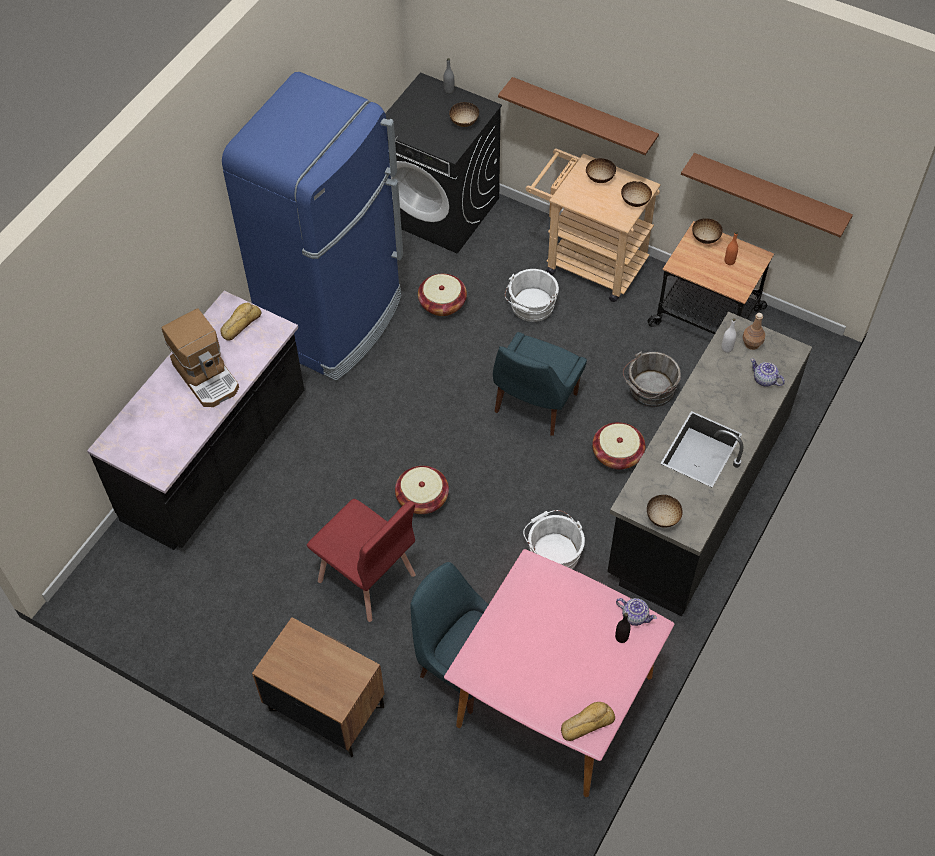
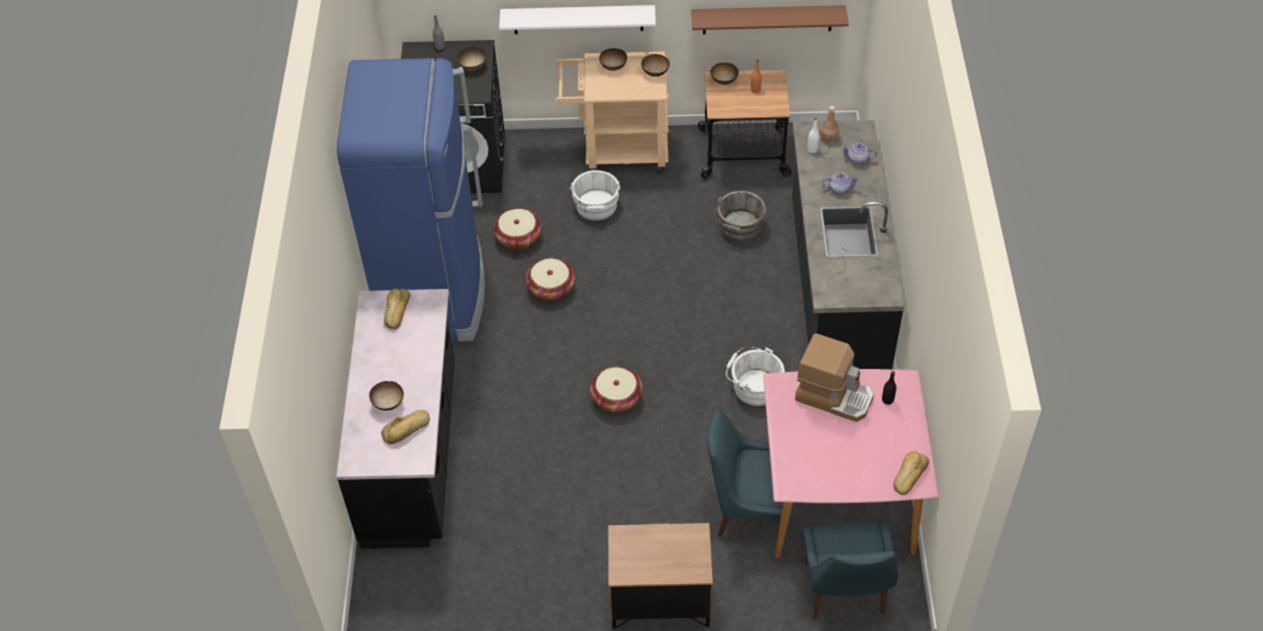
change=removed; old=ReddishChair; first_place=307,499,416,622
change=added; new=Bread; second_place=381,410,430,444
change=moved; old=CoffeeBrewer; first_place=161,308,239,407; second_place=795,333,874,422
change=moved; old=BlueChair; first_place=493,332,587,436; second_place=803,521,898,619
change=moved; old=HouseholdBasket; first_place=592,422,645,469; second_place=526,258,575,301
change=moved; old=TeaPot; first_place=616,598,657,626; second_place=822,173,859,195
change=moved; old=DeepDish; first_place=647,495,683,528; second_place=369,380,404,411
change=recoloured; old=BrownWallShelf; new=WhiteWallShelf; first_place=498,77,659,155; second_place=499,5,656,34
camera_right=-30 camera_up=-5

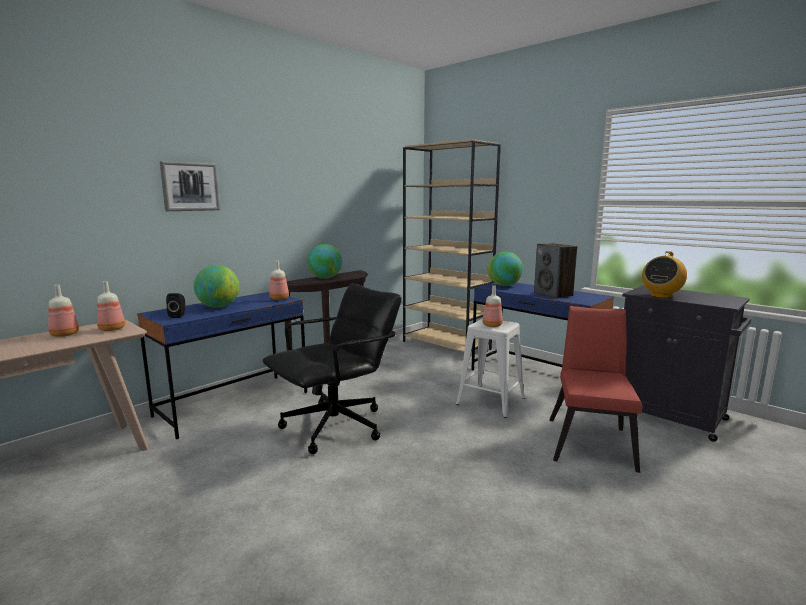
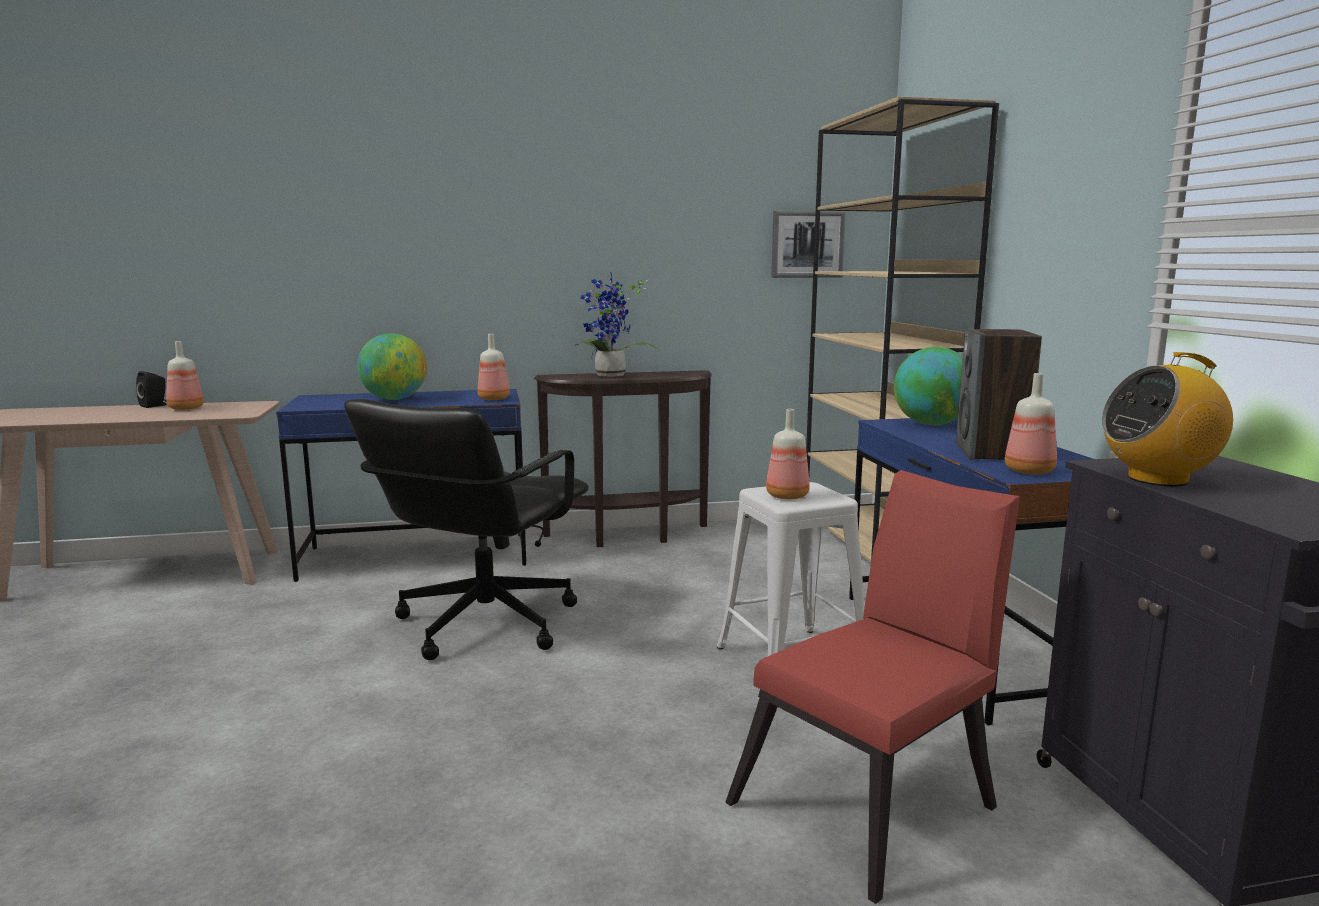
change=moved; old=DrinkBottle; first_place=97,281,125,331; second_place=1005,373,1057,475
change=moved; old=WallArt; first_place=160,161,220,211; second_place=771,211,846,278
change=moved; old=BlackishAudioSpeaker; first_place=166,293,185,318; second_place=136,371,167,408
change=replaced; old=DeskGlobe; new=PottedPlant; first_place=307,244,342,279; second_place=574,273,660,377
change=turned; old=BlackishComputerChair; first_place=262,283,402,454; second_place=344,399,589,660; degrees=120
camera_right=35 camera_up=0

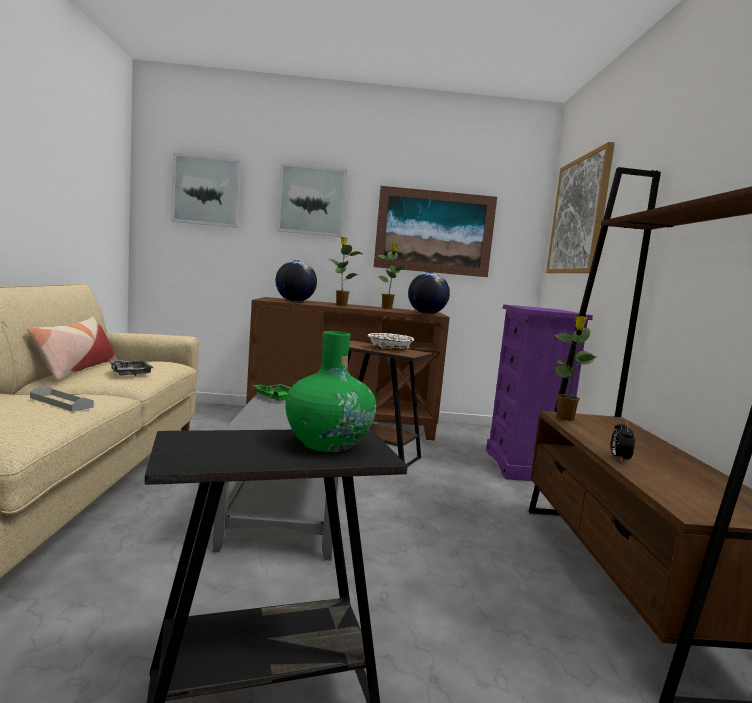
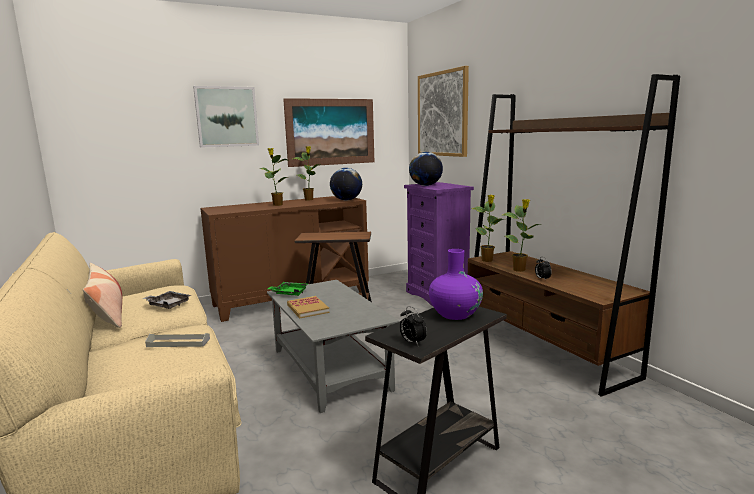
change=removed; old=WallArt; first_place=171,153,241,228
change=removed; old=WhiteDeepDish; first_place=367,333,415,351
change=added; new=Book; second_place=287,296,329,318
change=added; new=BedsideClock; second_place=400,306,427,345
change=added; new=PottedPlant; second_place=502,199,540,272
change=moved; old=DeskGlobe; first_place=275,260,317,302; second_place=409,152,443,186
change=recoloured; old=GreenVase; new=PurplishVase; first_place=285,331,376,452; second_place=429,249,483,320
camera_right=-25 camera_up=5

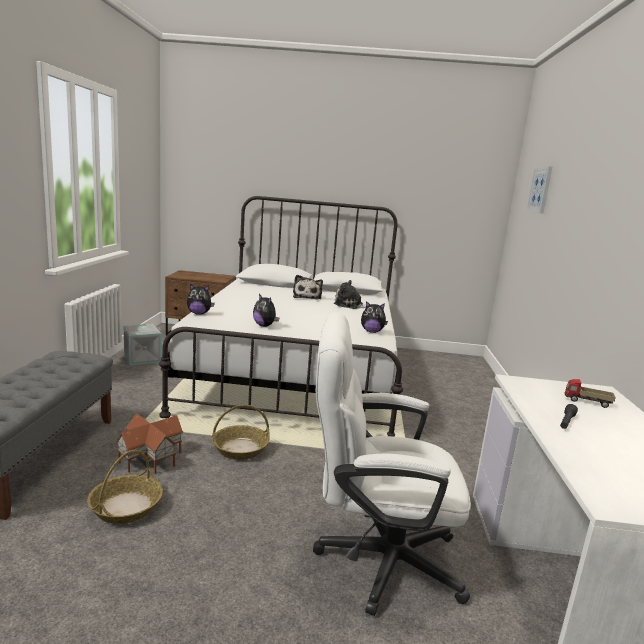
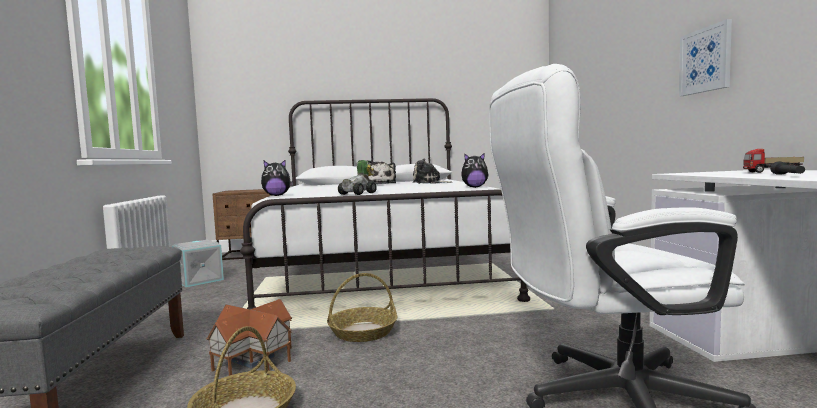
change=moved; old=WallArt; first_place=526,167,552,213; second_place=679,19,732,96
change=replaced; old=CuddlyToy; new=ModelCar; first_place=253,294,279,327; second_place=338,160,377,195
camera_right=-10 camera_up=-10

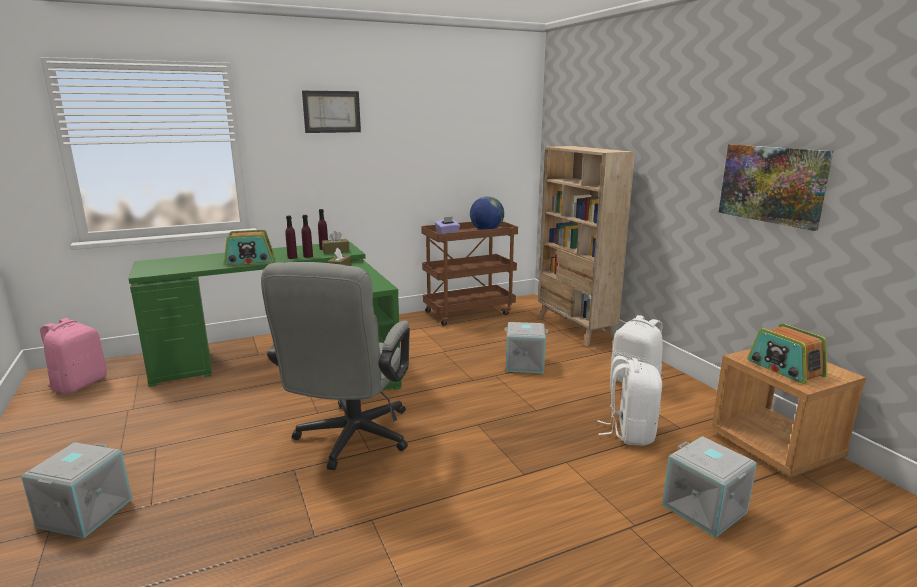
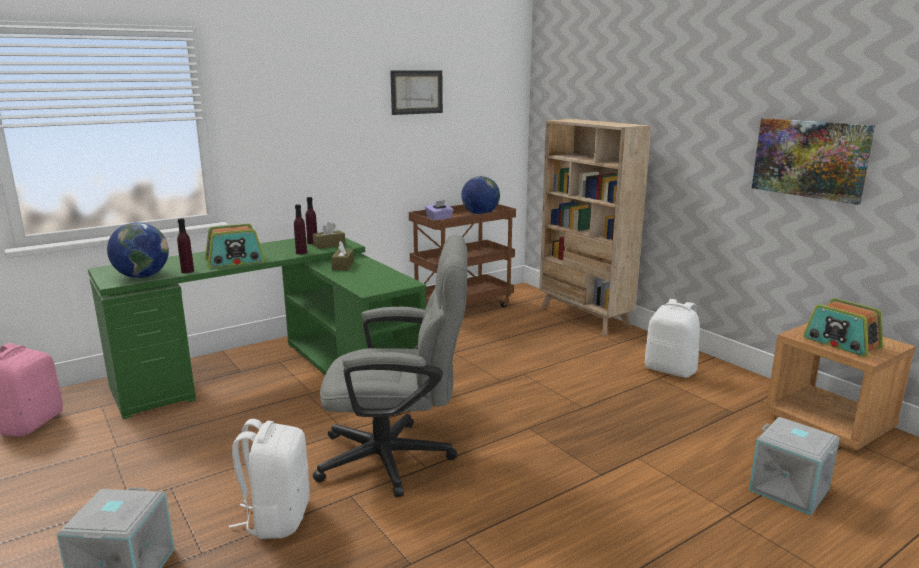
change=removed; old=GrayStorageBox; first_place=505,322,548,373
change=added; new=DeskGlobe; second_place=107,222,169,278
change=moved; old=PurplishDrinkBottle; first_place=285,216,297,259; second_place=177,218,194,273
change=moved; old=WallArt; first_place=302,91,361,133; second_place=390,70,443,115
change=moved; old=WhiteBackpack; first_place=597,356,662,446; second_place=229,419,310,539
change=turned; old=GrayComputerChair; first_place=261,262,410,470; second_place=313,235,468,498; degrees=-90
camera_right=-10 camera_up=0

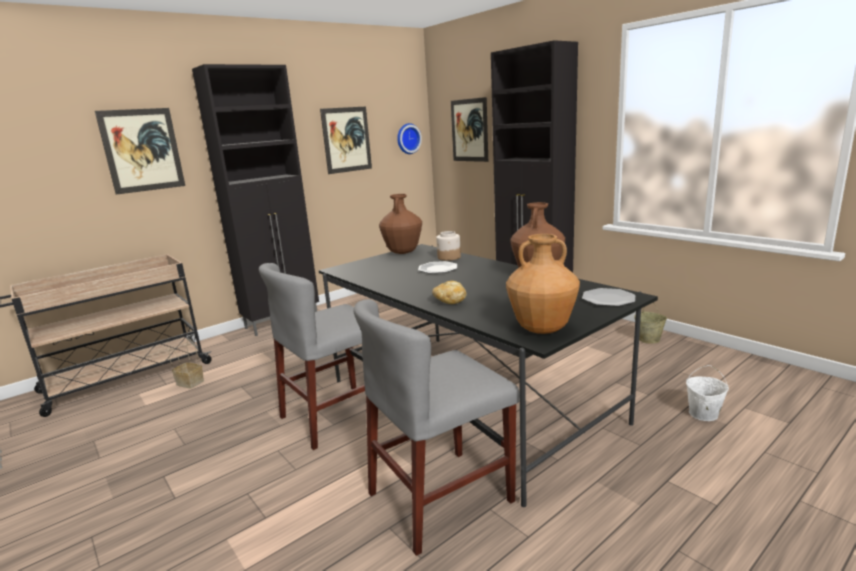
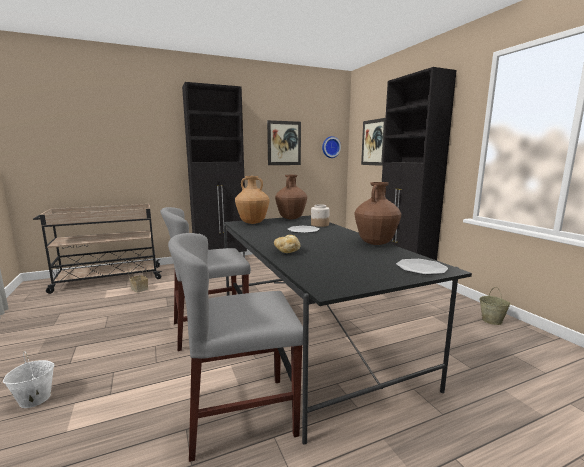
change=removed; old=WallArt; first_place=95,108,185,195
change=moved; old=BrownVase; first_place=506,234,580,334; second_place=235,176,270,224
change=moved; old=WhiteBucket; first_place=686,365,729,421; second_place=3,351,54,408
camera_right=15 camera_up=-5

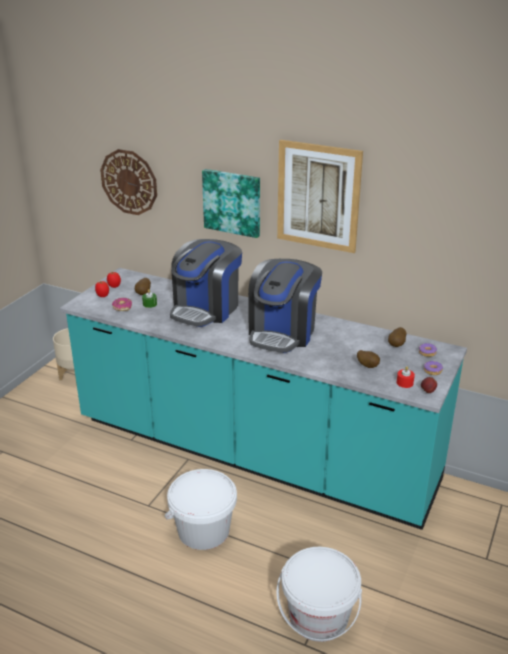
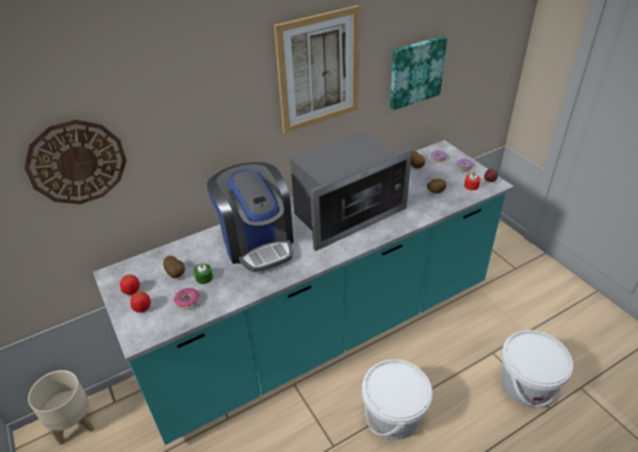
change=moved; old=WallArt; first_place=202,169,260,238; second_place=390,36,447,110
change=replaced; old=CoffeeBrewer; new=MicrowaveOven; first_place=248,259,322,353; second_place=290,131,412,251
camera_right=-55 camera_up=10

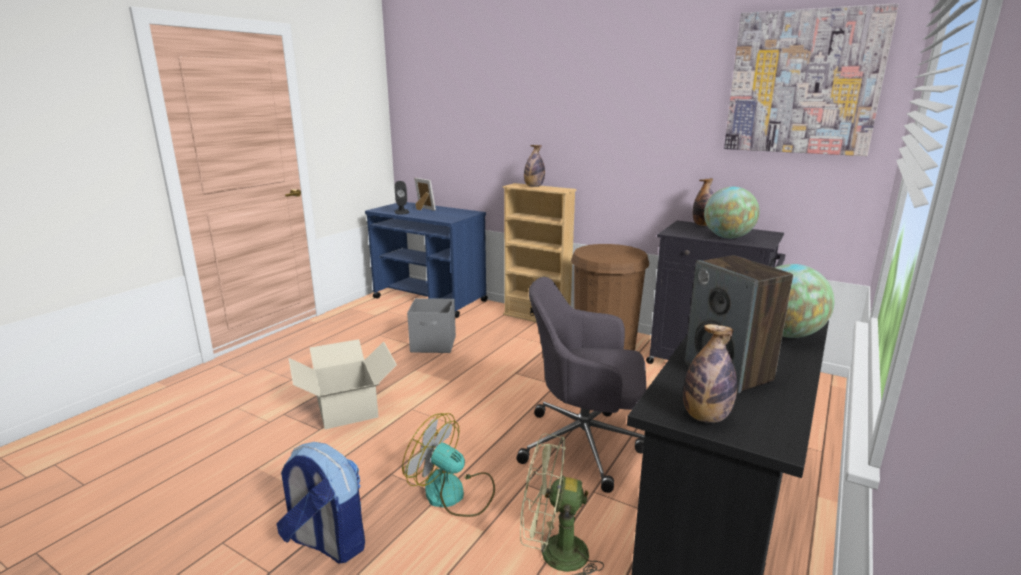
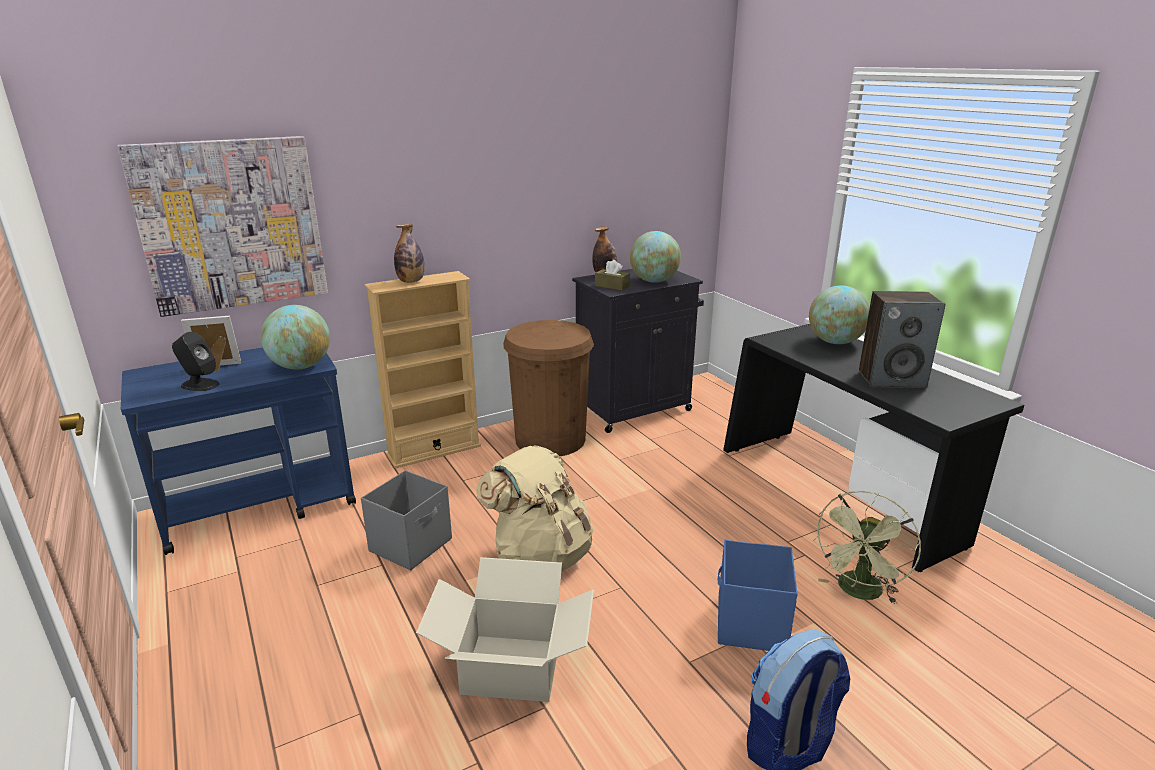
change=removed; old=GrayComputerChair; first_place=517,277,646,493
change=removed; old=DrinkBottle; first_place=683,324,737,423
change=added; new=DeskGlobe; second_place=261,305,330,369
change=added; new=BeigeColouredBackpack; second_place=476,446,594,572
change=added; new=BrownTissueBox; second_place=595,260,630,290
change=moved; old=WallArt; first_place=724,3,899,156; second_place=117,136,328,317
change=replaced; old=Fan; new=BlueStorageBox; first_place=402,413,495,517; second_place=718,540,798,651
camera_right=-60 camera_up=5

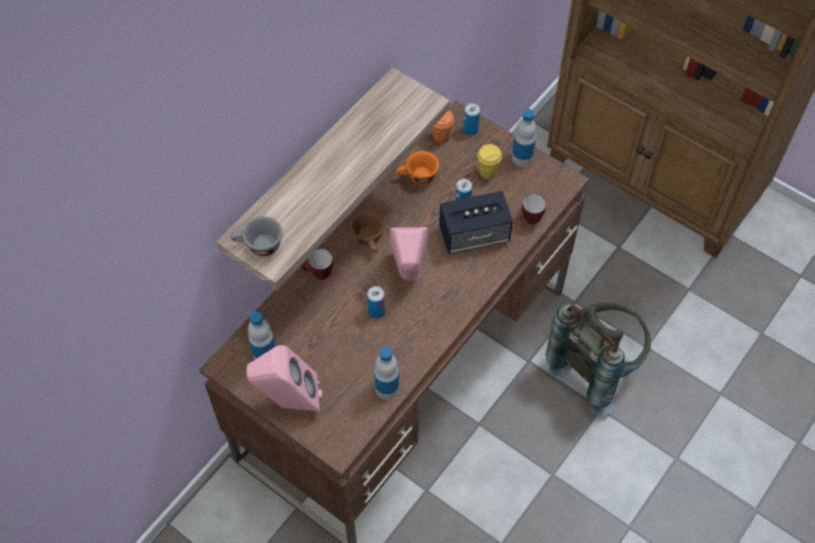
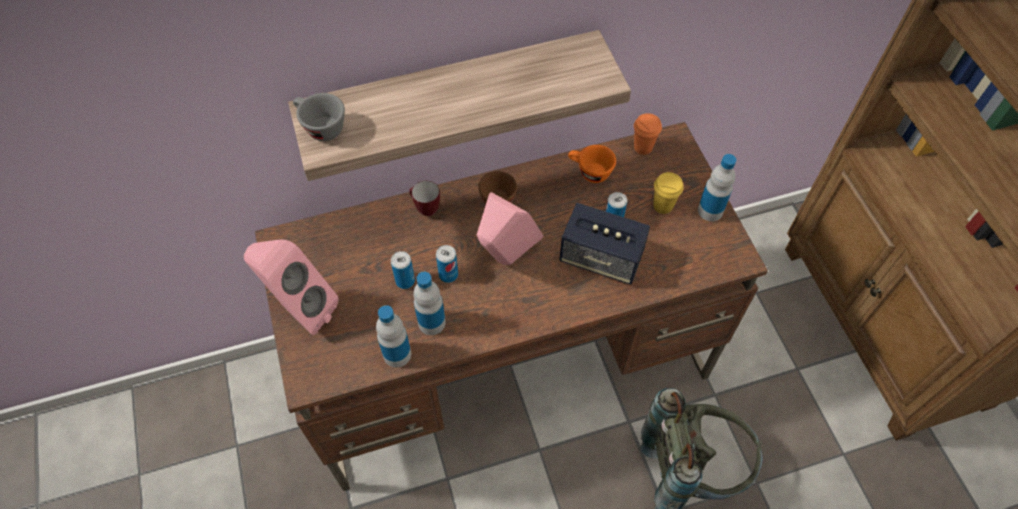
change=removed; old=Mug; first_place=522,194,546,225
change=moved; old=DrinkBottle; first_place=248,311,275,360; second_place=413,272,446,335
change=moved; old=SealedCan; first_place=463,103,480,136; second_place=391,251,415,289
camera_right=35 camera_up=0

